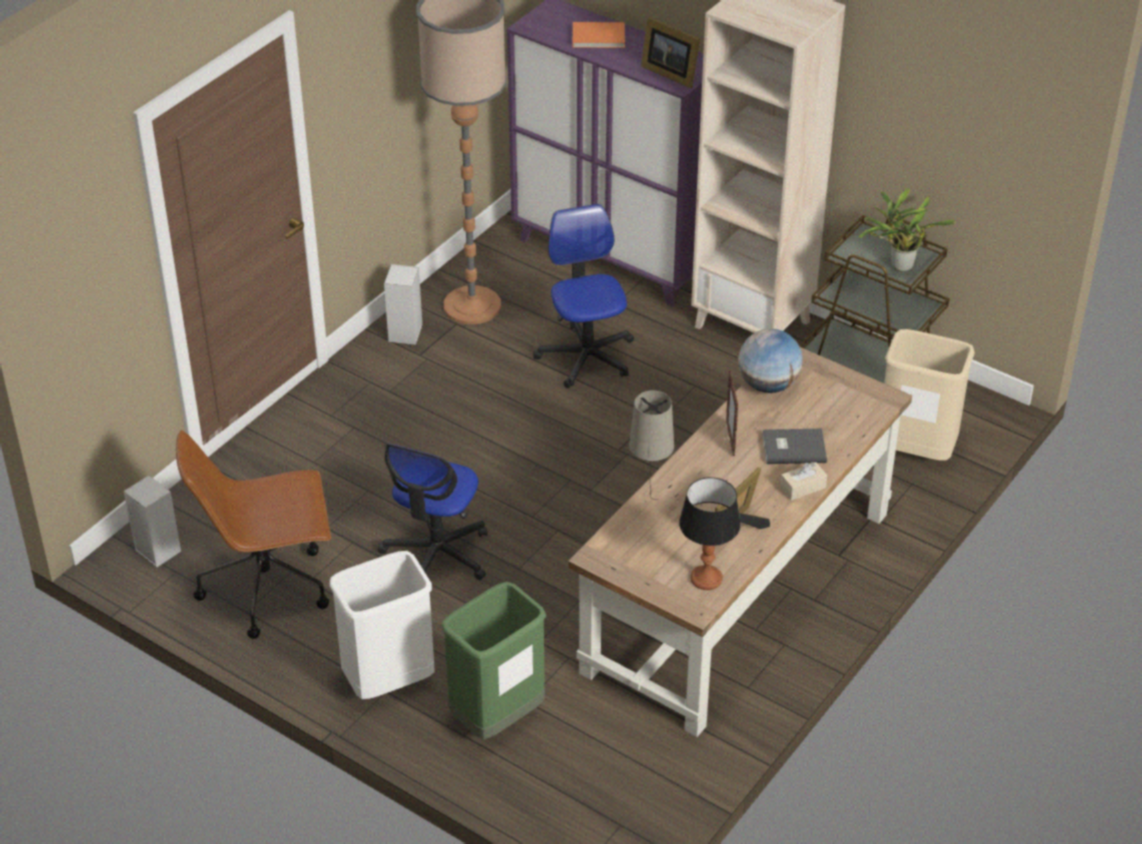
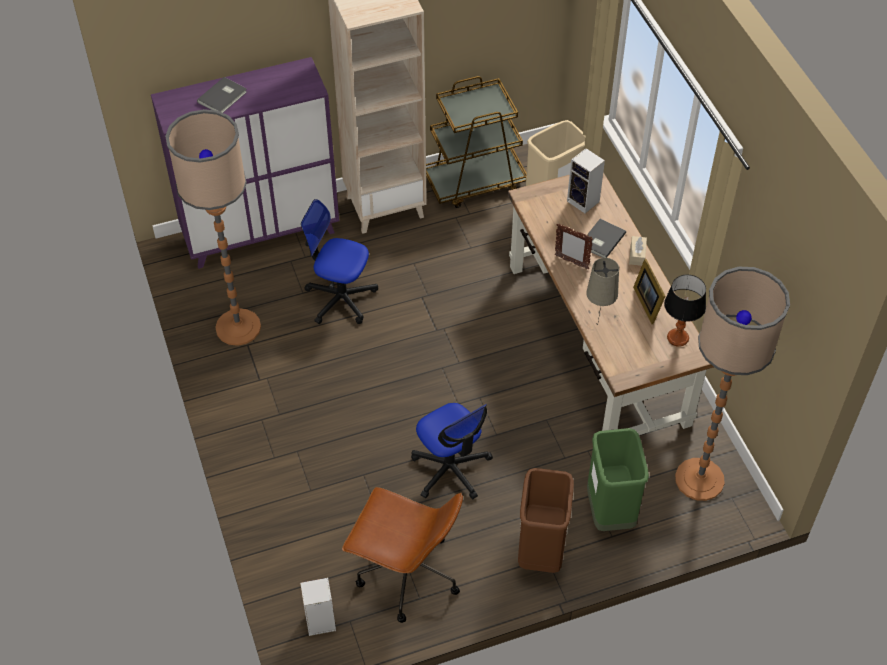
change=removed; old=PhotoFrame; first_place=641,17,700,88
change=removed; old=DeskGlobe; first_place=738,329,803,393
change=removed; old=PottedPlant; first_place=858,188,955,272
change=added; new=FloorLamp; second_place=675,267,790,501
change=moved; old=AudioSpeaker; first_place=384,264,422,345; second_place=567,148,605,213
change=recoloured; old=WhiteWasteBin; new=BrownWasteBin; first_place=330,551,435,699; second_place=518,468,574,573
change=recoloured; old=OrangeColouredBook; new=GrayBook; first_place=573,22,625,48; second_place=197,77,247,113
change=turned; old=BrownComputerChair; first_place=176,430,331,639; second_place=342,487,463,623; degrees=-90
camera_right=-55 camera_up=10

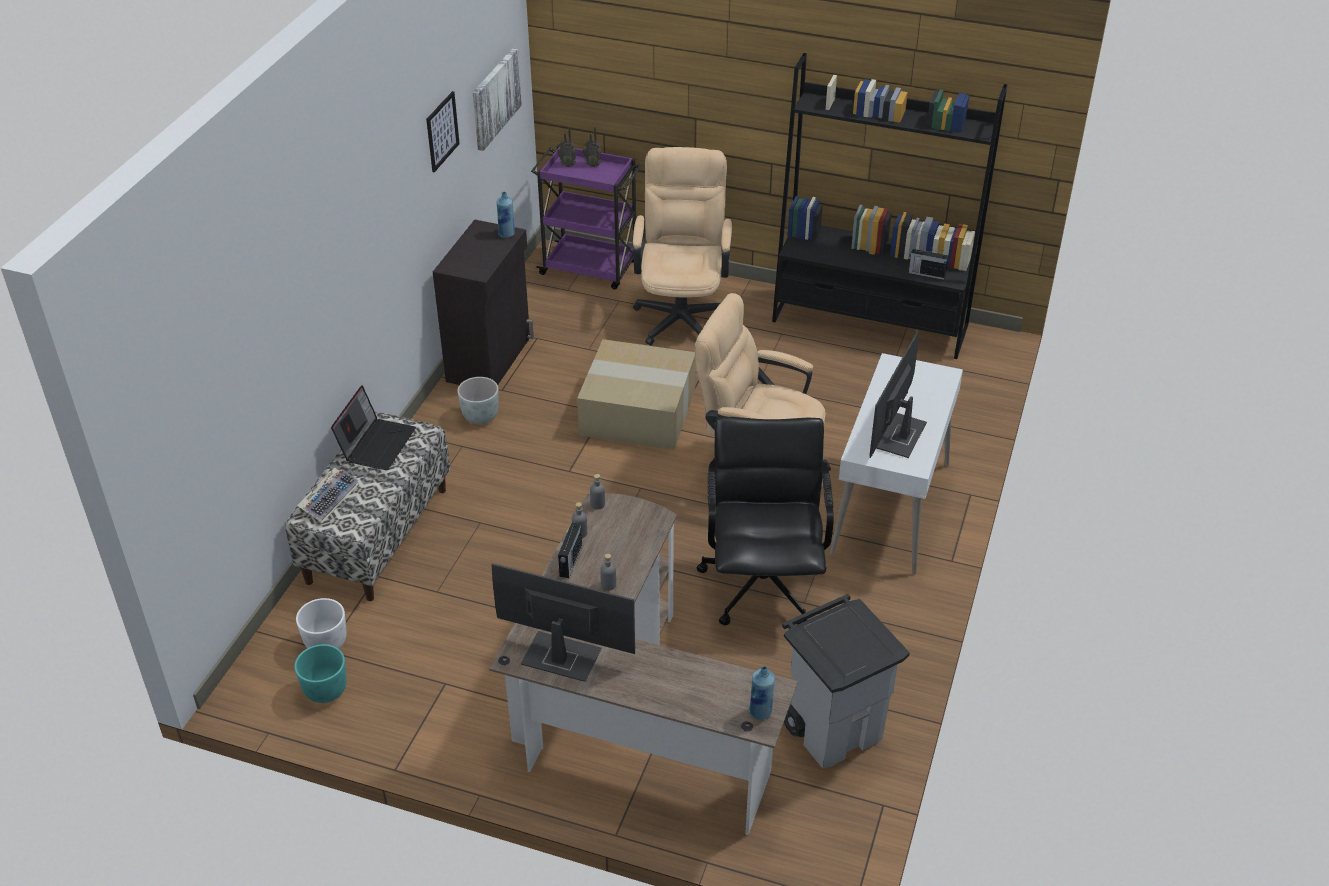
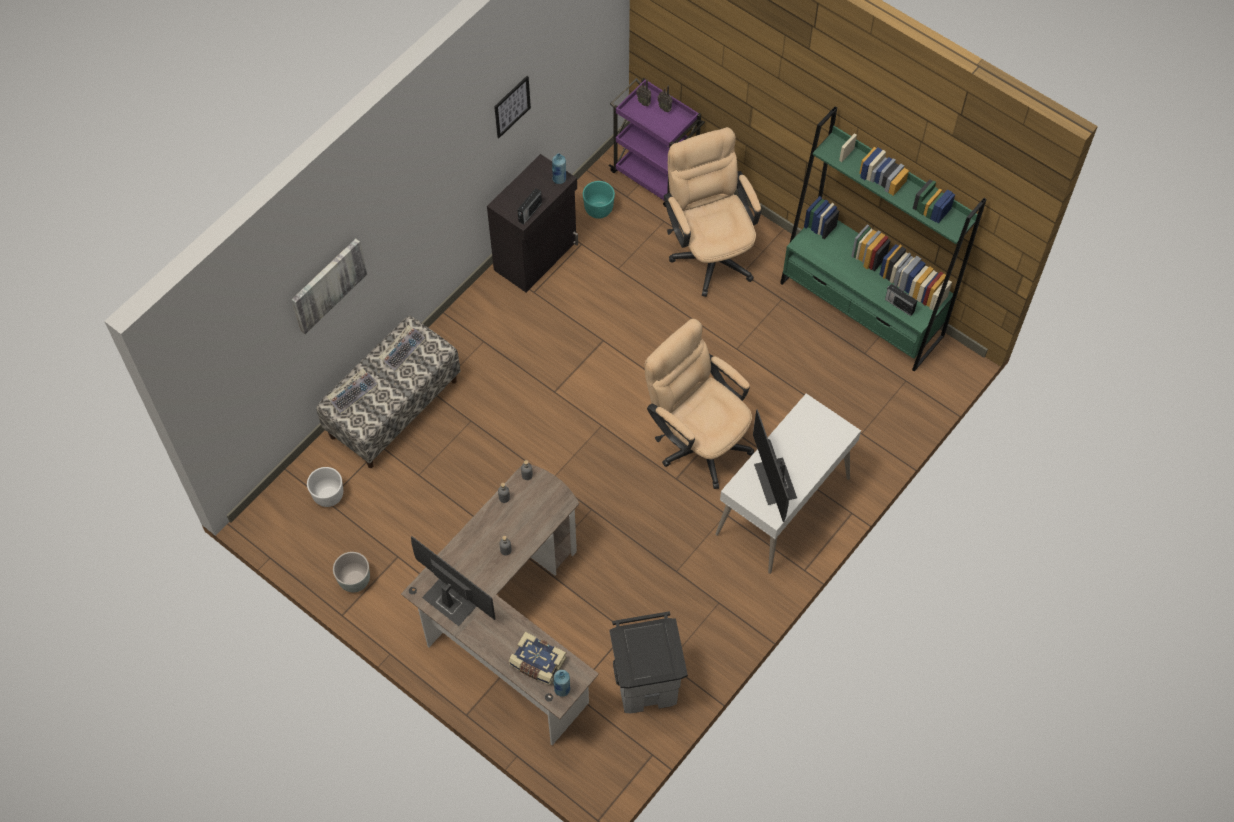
change=removed; old=CardboardBox; first_place=577,339,696,450
change=removed; old=BlackishComputerChair; first_place=697,417,834,625
change=added; new=Book; second_place=509,632,567,685
change=moved; old=BlueGreenFlowerPot; first_place=294,644,347,703; second_place=583,181,615,219
change=moved; old=GrayFlowerPot; first_place=457,377,498,424; second_place=333,552,370,593
change=moved; old=WallArt; first_place=473,48,522,151; second_place=291,239,367,334
change=moved; old=RadioSet; first_place=558,521,582,578; second_place=517,188,542,224
change=replaced; old=Laptop; new=ComputerKeyboard; first_place=331,385,416,470; second_place=379,325,425,372
change=recoloured; old=BlackishBookshelf; new=GreenBookshelf; first_place=772,53,1008,359; second_place=780,107,987,372
change=turned; old=BeigeColouredComputerChair; first_place=633,147,732,345; second_place=664,127,761,297; degrees=-45
change=turned; old=Monitor; first_place=869,332,927,458; second_place=753,409,797,522; degrees=-60
camera_right=20 camera_up=20

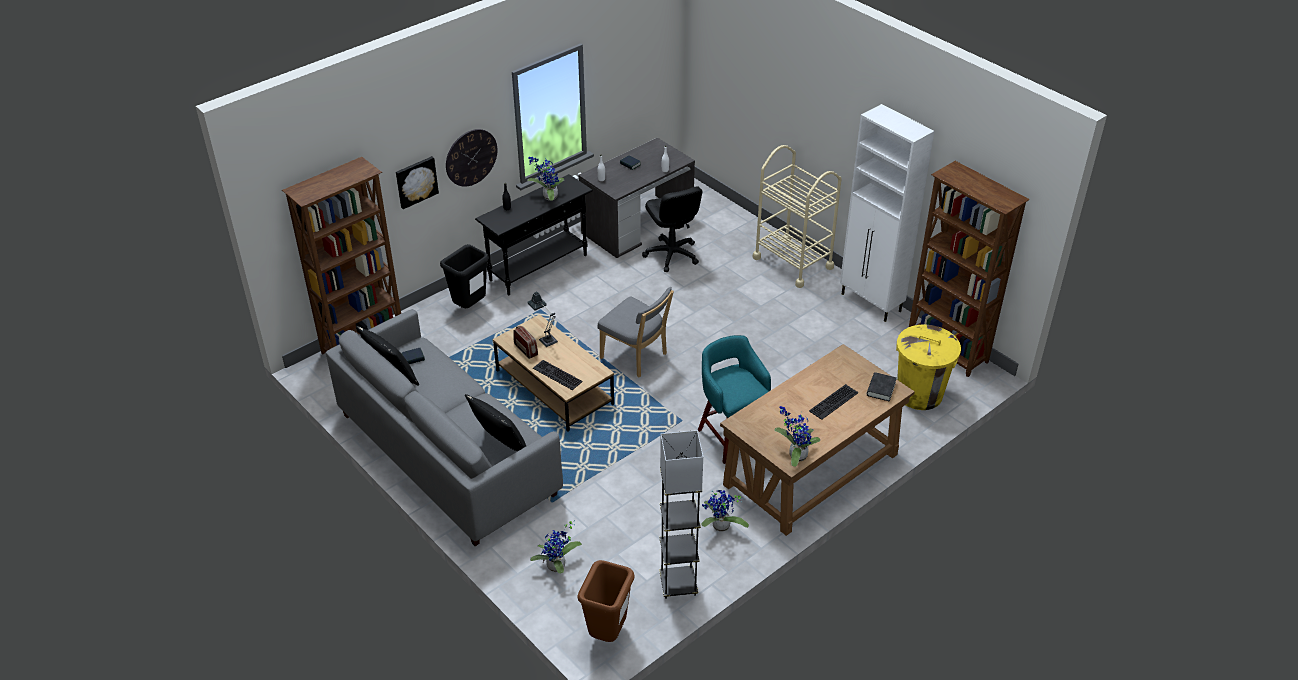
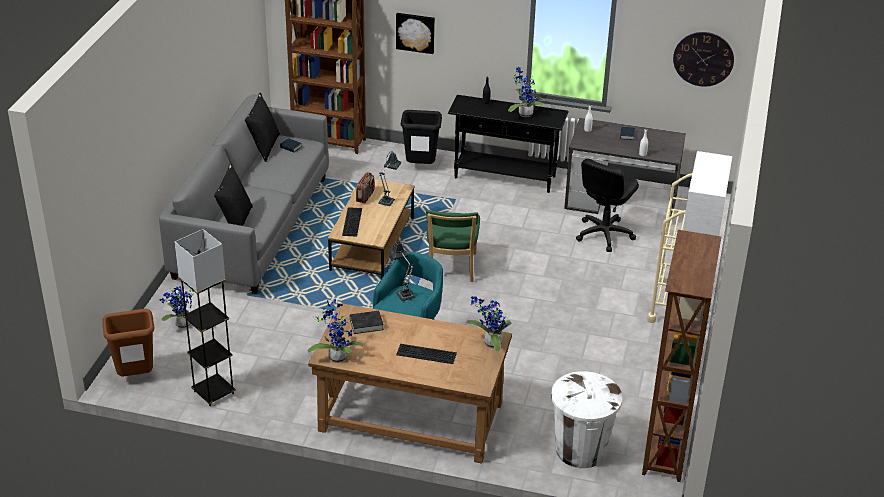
change=added; new=TableLamp; second_place=388,240,415,301
change=moved; old=WallClock; first_place=446,129,497,187; second_place=673,32,734,87
change=moved; old=PottedPlant; first_place=701,490,749,532; second_place=466,296,511,351
change=moved; old=BlackishBook; first_place=867,372,897,402; second_place=350,311,384,334
change=recoloured; old=GrayChair; new=GreenChair; first_place=597,287,674,378; second_place=426,210,480,282
change=recoloured; old=YellowColouredWasteBin; new=WhiteWasteBin; first_place=896,325,961,410; second_place=551,371,622,468
camera_right=55 camera_up=-5

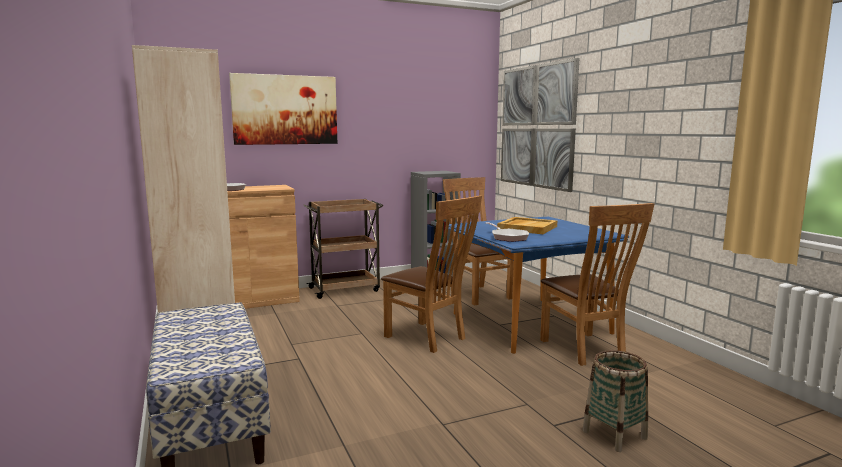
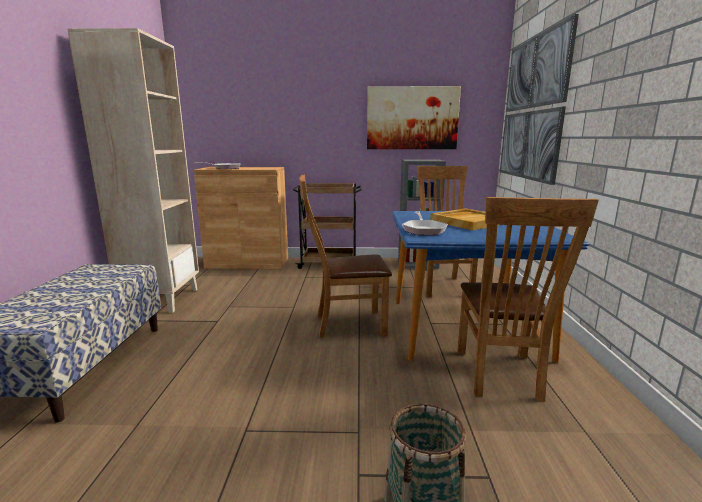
change=moved; old=WallArt; first_place=229,73,337,145; second_place=367,86,461,149
change=turned; old=BrownChair; first_place=381,196,482,353; second_place=299,175,392,338; degrees=105
camera_right=25 camera_up=5

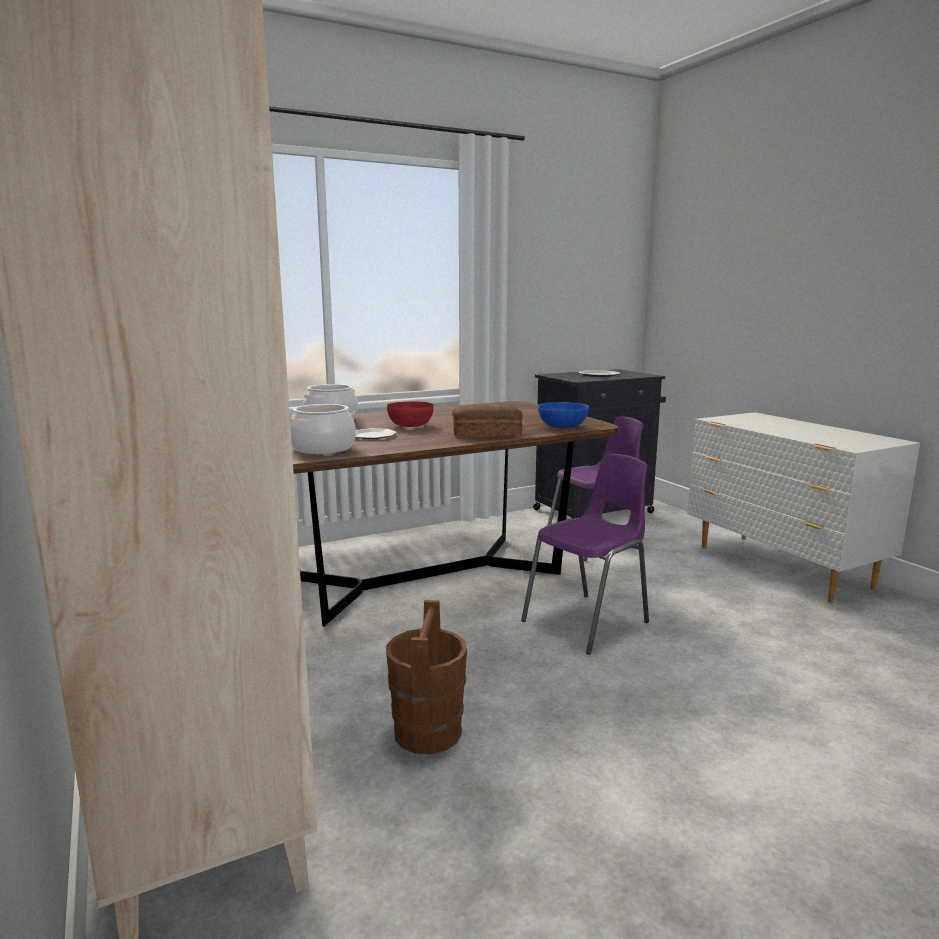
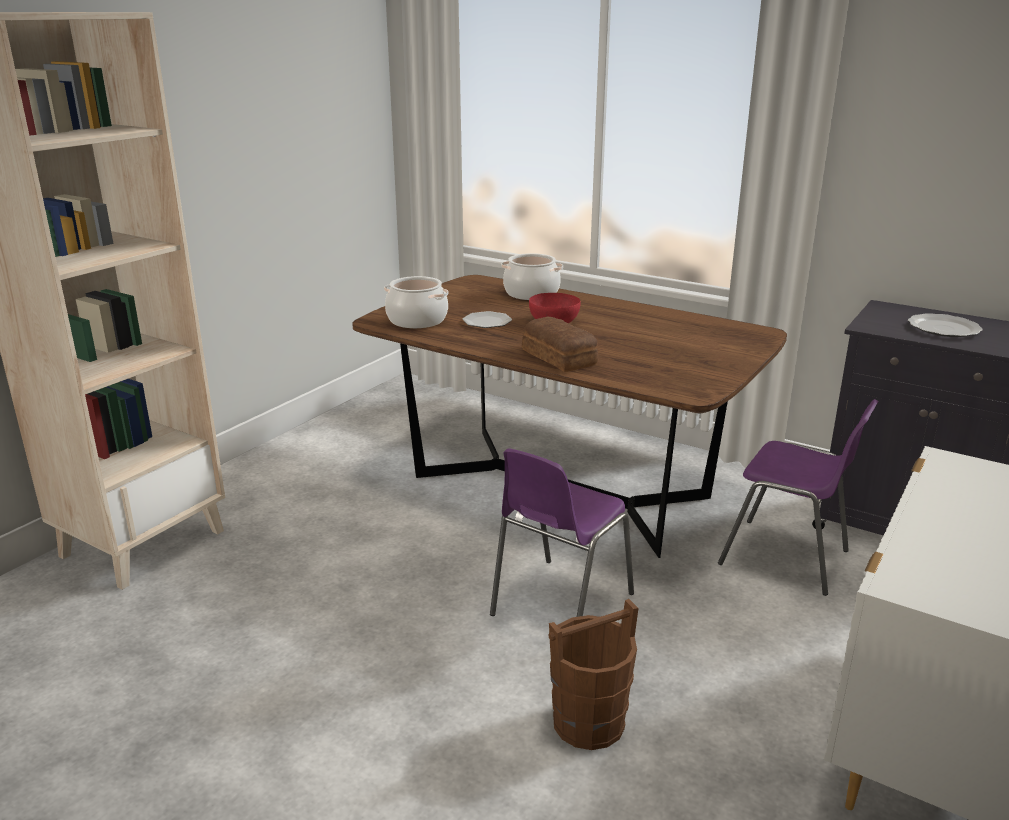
change=removed; old=BlueDeepDish; first_place=538,402,589,428
change=moved; old=BrownBucket; first_place=386,600,467,754; second_place=549,599,639,750
change=turned; old=PurplishChair; first_place=521,454,649,655; second_place=490,449,634,617; degrees=105
camera_right=60 camera_up=10

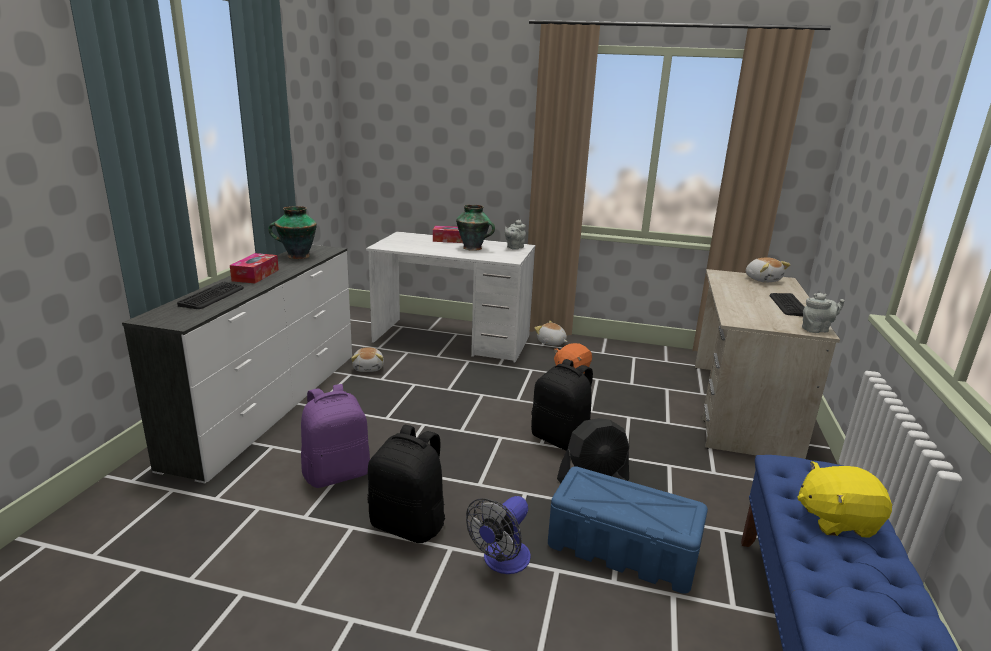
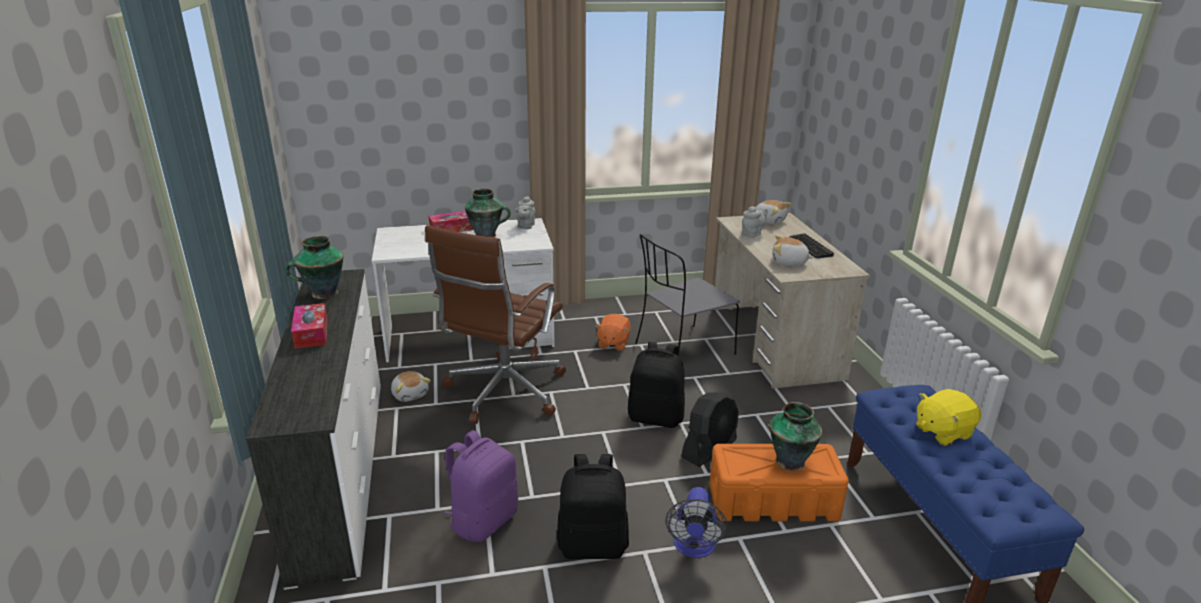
change=removed; old=ComputerKeyboard; first_place=177,282,244,309
change=added; new=BrownComputerChair; second_place=425,225,566,424
change=added; new=GrayChair; second_place=635,234,740,356
change=added; new=Vase; second_place=770,402,823,471
change=moved; old=CuddlyToy; first_place=535,321,567,345; second_place=772,235,814,266
change=moved; old=GrayTeaPot; first_place=802,293,845,333; second_place=742,206,768,238
change=recoloured; old=BlueStorageBox; new=OrangeColouredStorageBox; first_place=548,466,708,594; second_place=710,444,849,521
camera_right=-25 camera_up=5

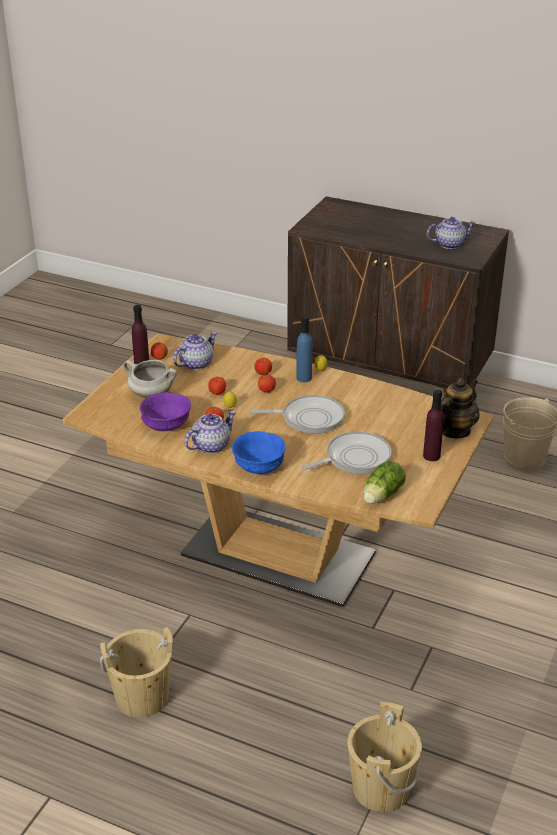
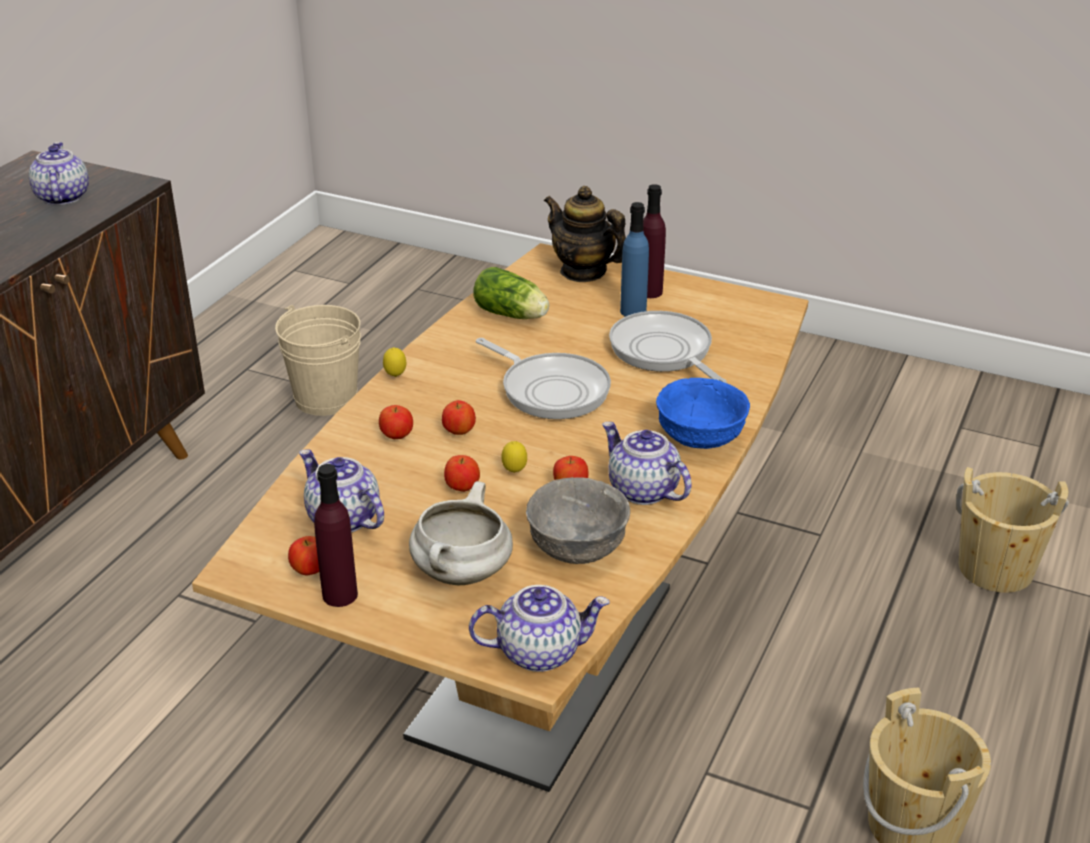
change=added; new=TeaPot; second_place=469,585,610,672
change=moved; old=BlueDrinkBottle; first_place=296,316,312,382; second_place=620,202,649,317
change=moved; old=Lettuce; first_place=363,461,406,504; second_place=473,267,549,319
change=recoloured; old=PurplishDeepDish; new=GrayDeepDish; first_place=140,392,191,431; second_place=526,477,630,564
change=turned; old=Skillet; first_place=250,395,345,434; second_place=476,338,611,419; degrees=135
camera_right=-90 camera_up=0

